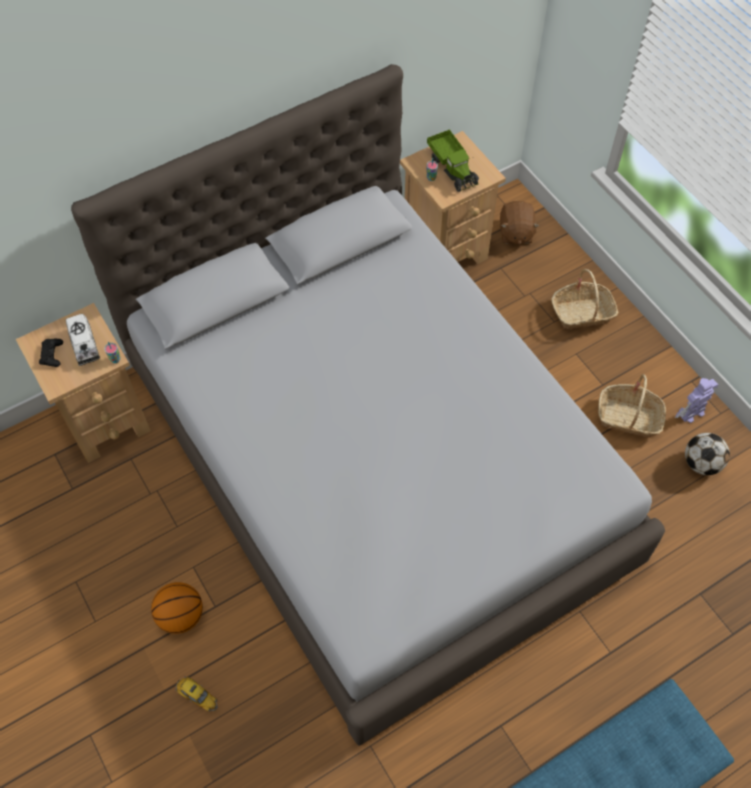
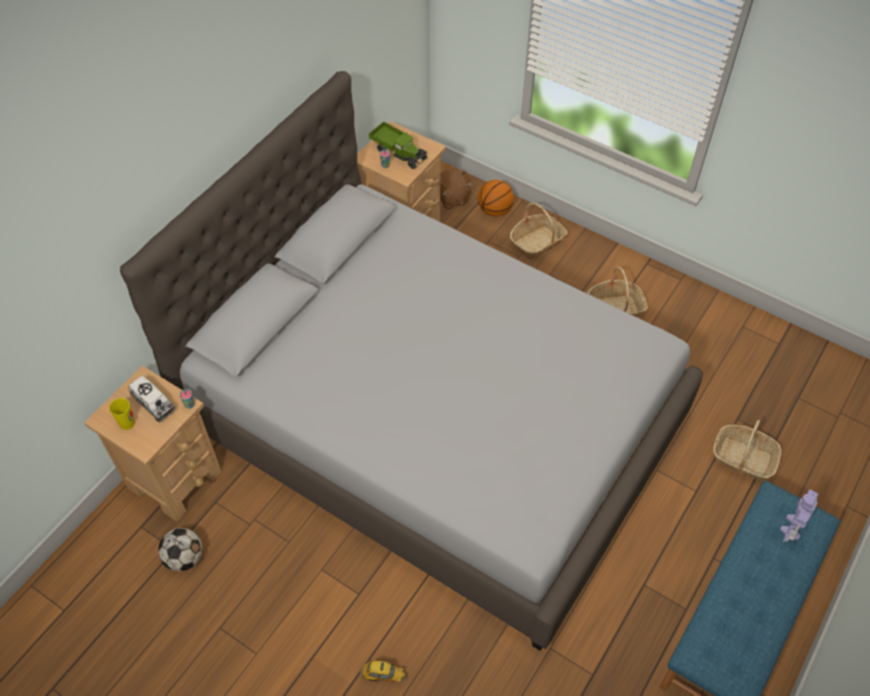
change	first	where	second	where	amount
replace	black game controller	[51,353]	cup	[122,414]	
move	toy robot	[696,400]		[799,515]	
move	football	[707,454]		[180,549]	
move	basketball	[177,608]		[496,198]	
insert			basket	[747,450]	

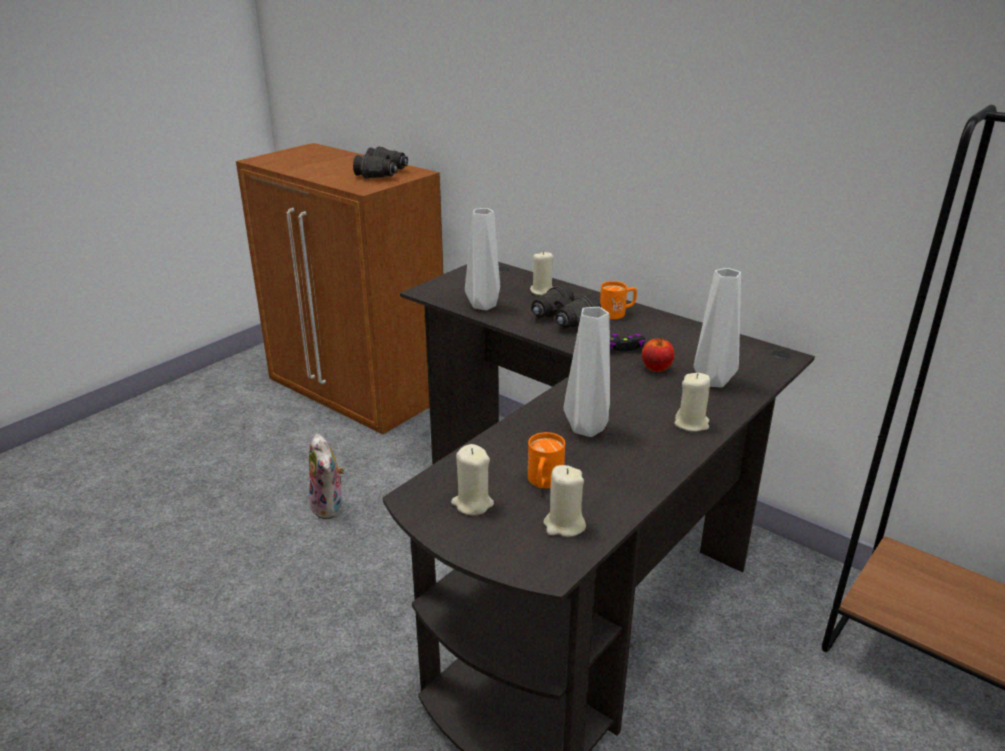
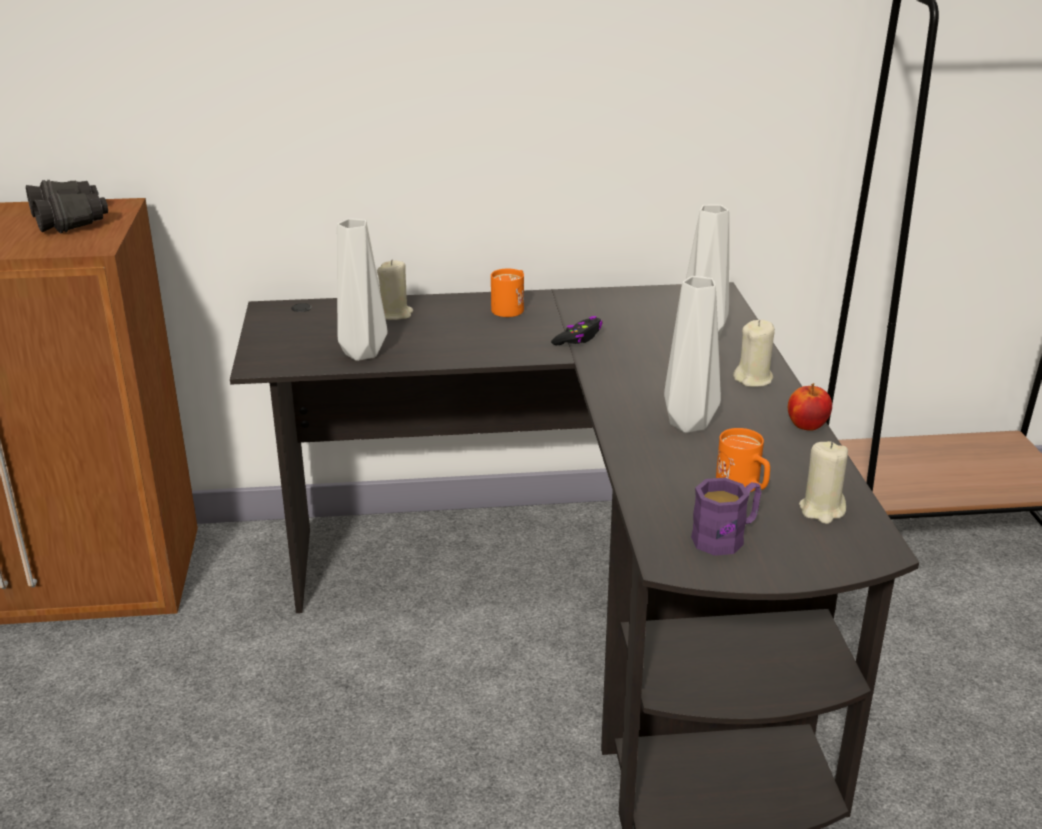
change	first	where	second	where	amount
delete	black binoculars	[566,306]			
move	apple	[658,354]		[810,407]	
delete	plush toy	[327,476]			
replace	beige candle	[472,479]	purple mug	[726,517]	

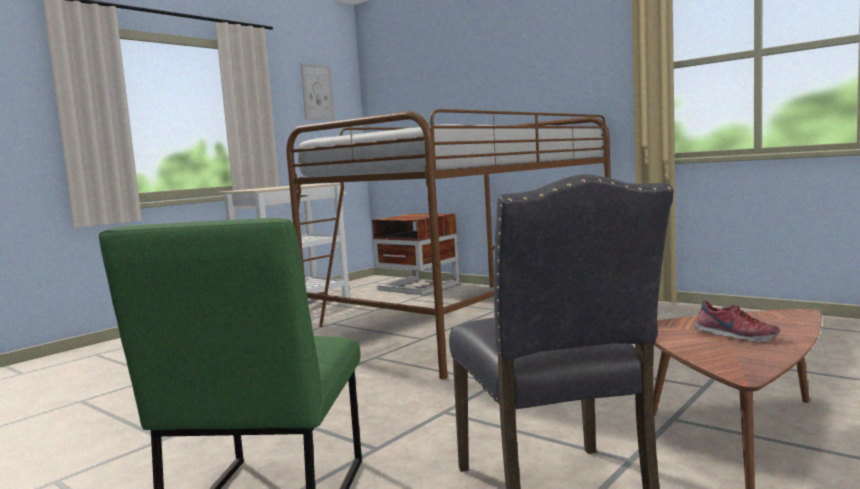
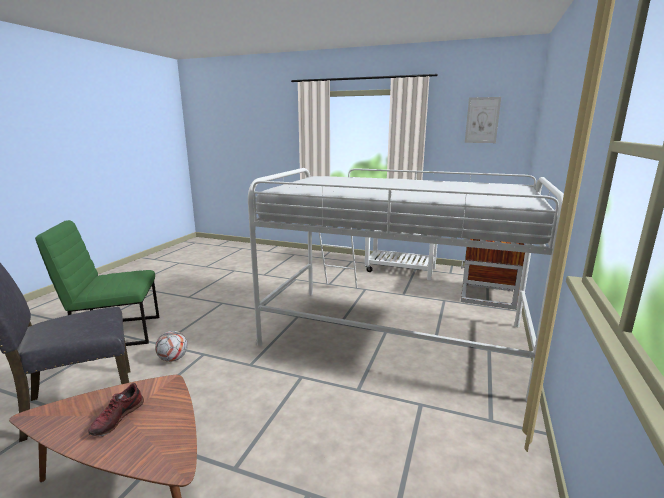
change	first	where	second	where	amount
recolor	brown bed	[448,244]	white bed	[406,284]	
insert			football	[171,346]	

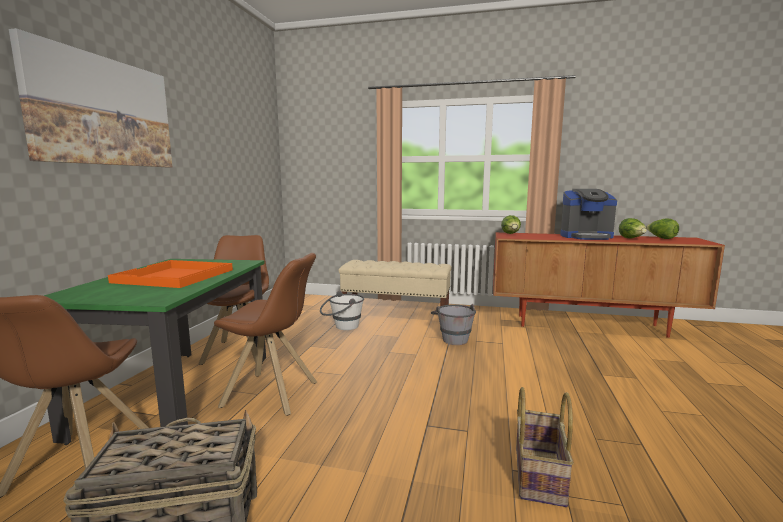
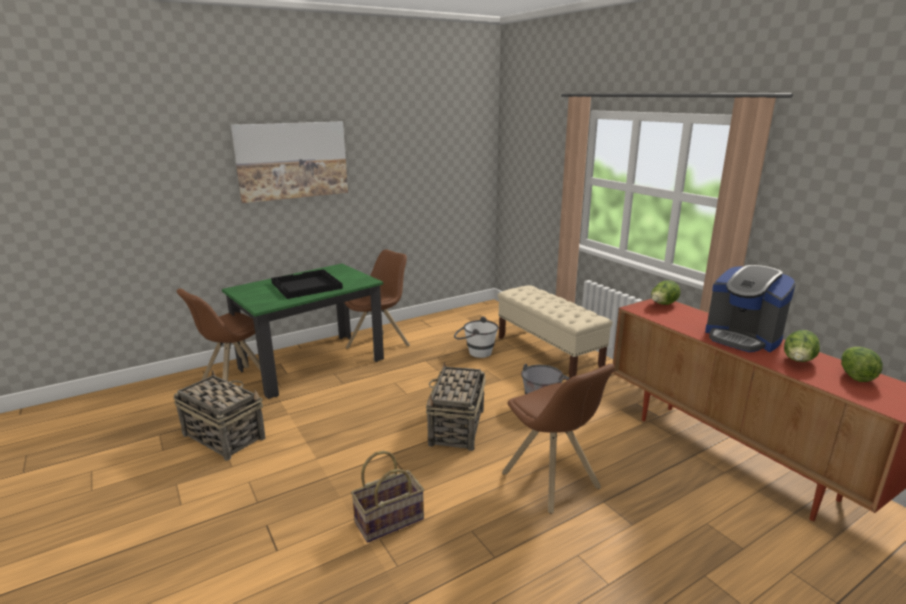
change	first	where	second	where	amount
move	brown chair	[265,334]		[558,438]	
recolor	orange tray	[170,274]	black tray	[307,284]	
insert			basket	[456,406]	

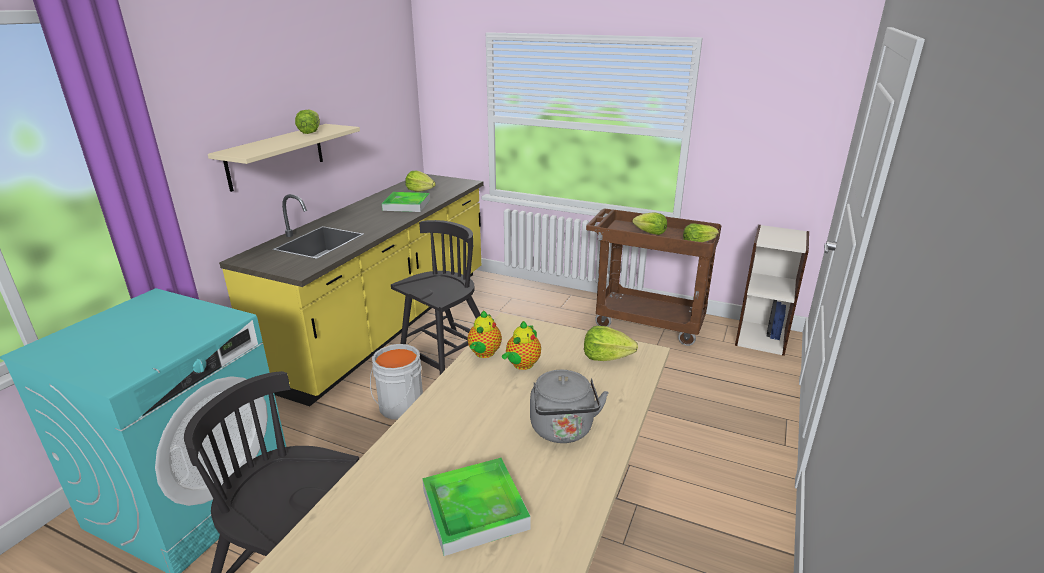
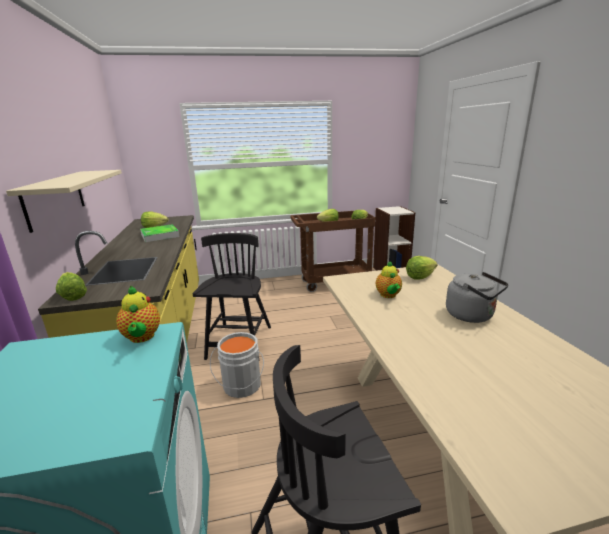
change	first	where	second	where	amount
move	lettuce	[307,121]		[71,286]	
move	teapot	[485,334]		[138,314]	
delete	tray	[476,507]			

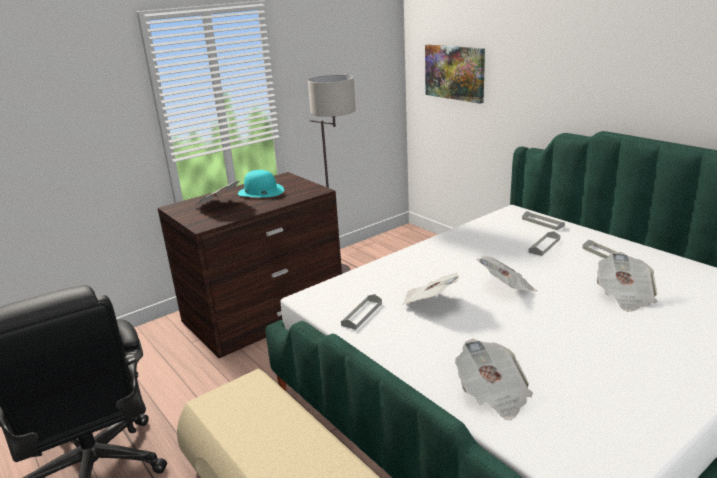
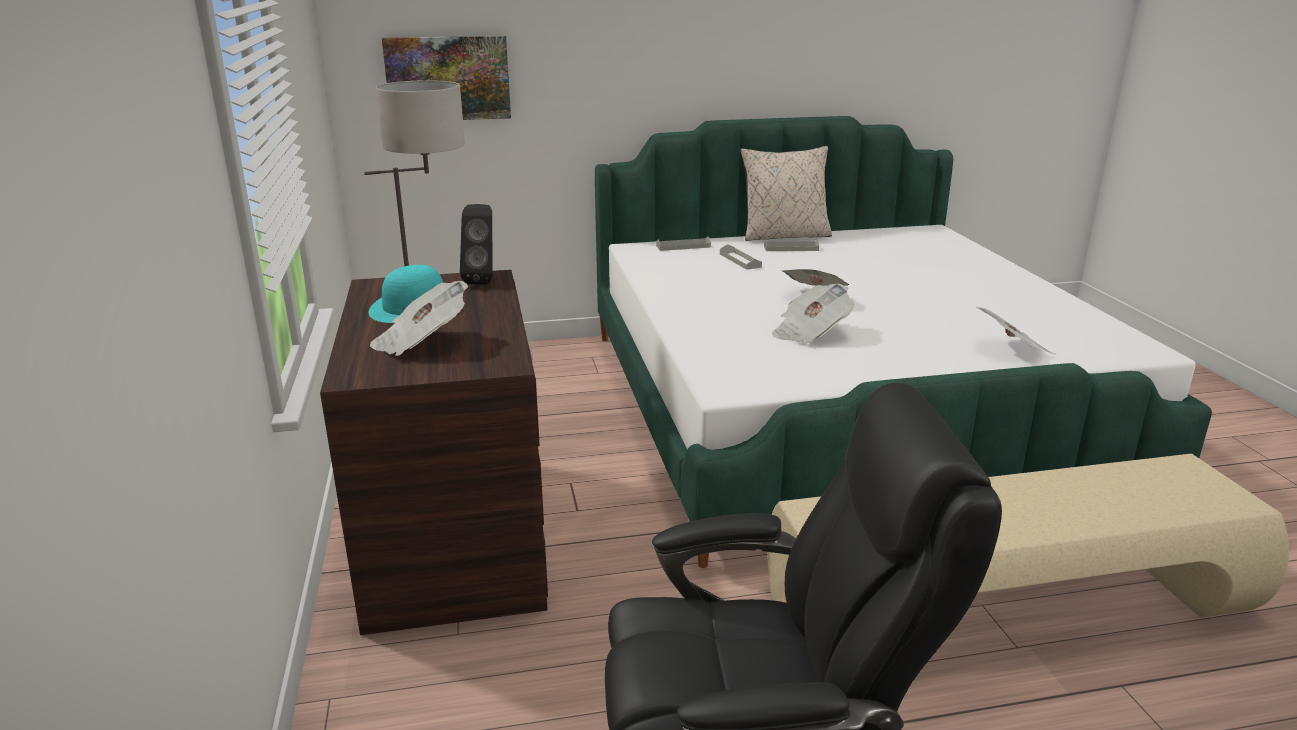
change	first	where	second	where	amount
delete	newspaper	[626,282]			
delete	grey tray	[361,312]			
insert			beige pillow	[786,193]	
insert			black speaker	[476,244]	

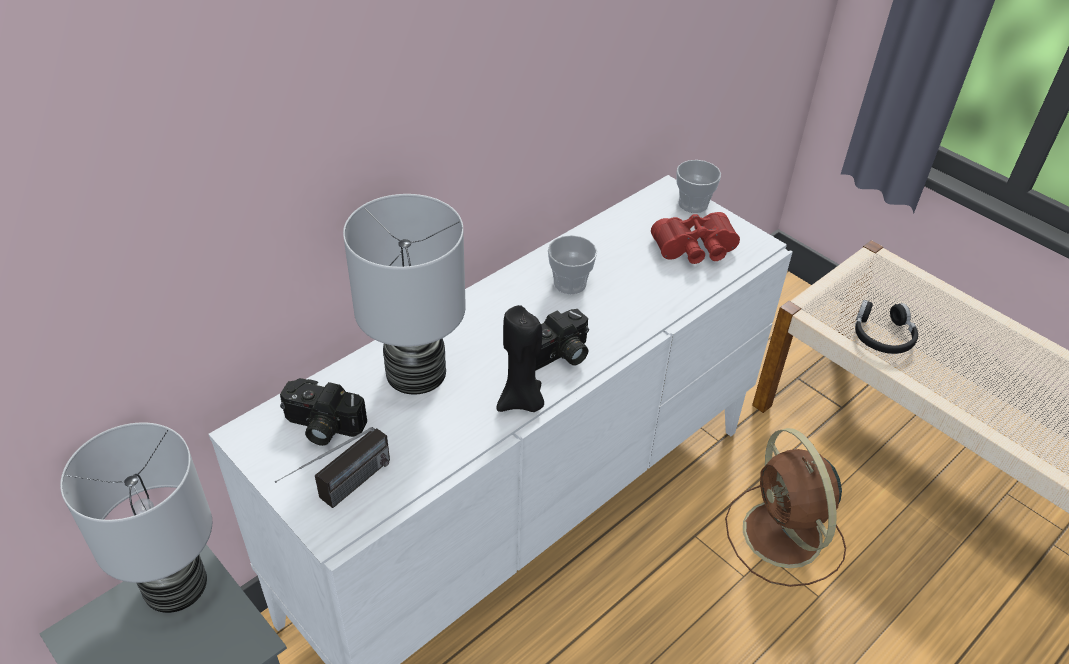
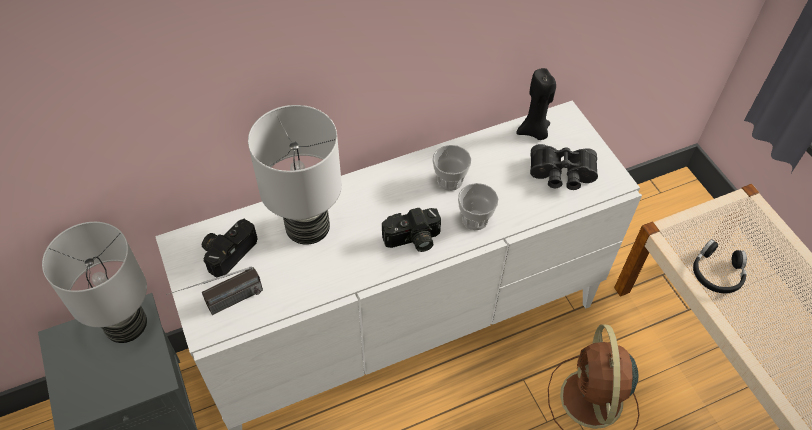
change	first	where	second	where	amount
move	cup	[699,186]		[478,206]	
recolor	red binoculars	[695,238]	black binoculars	[564,167]	
move	black candle	[520,358]		[536,104]	
rotate	photo camera	[323,412]		[229,248]	90 degrees clockwise

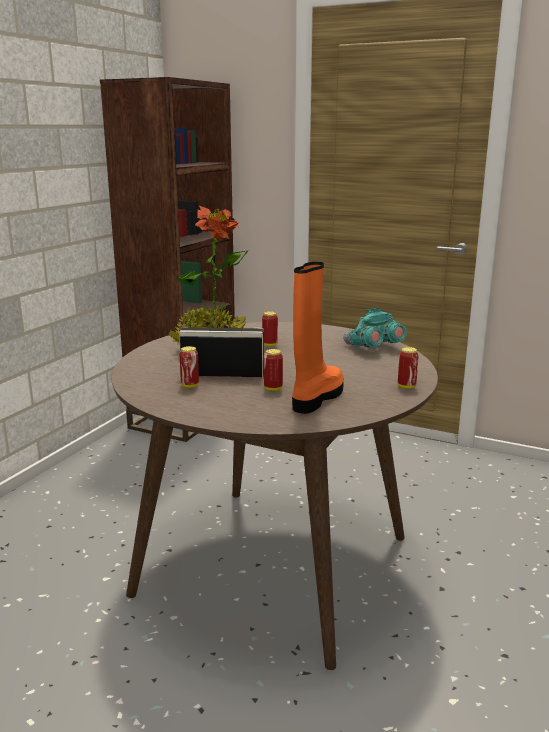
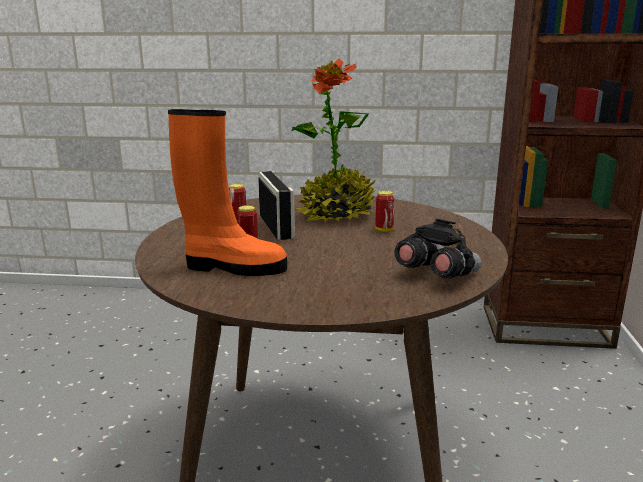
change	first	where	second	where	amount
recolor	turquoise binoculars	[375,327]	black binoculars	[438,248]	
delete	can	[408,368]			

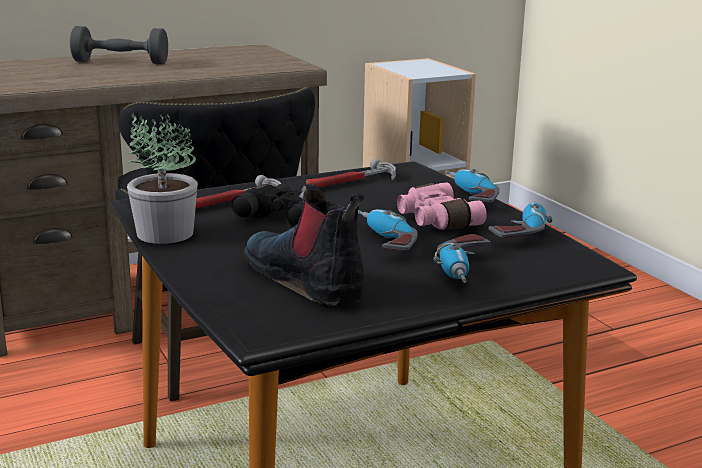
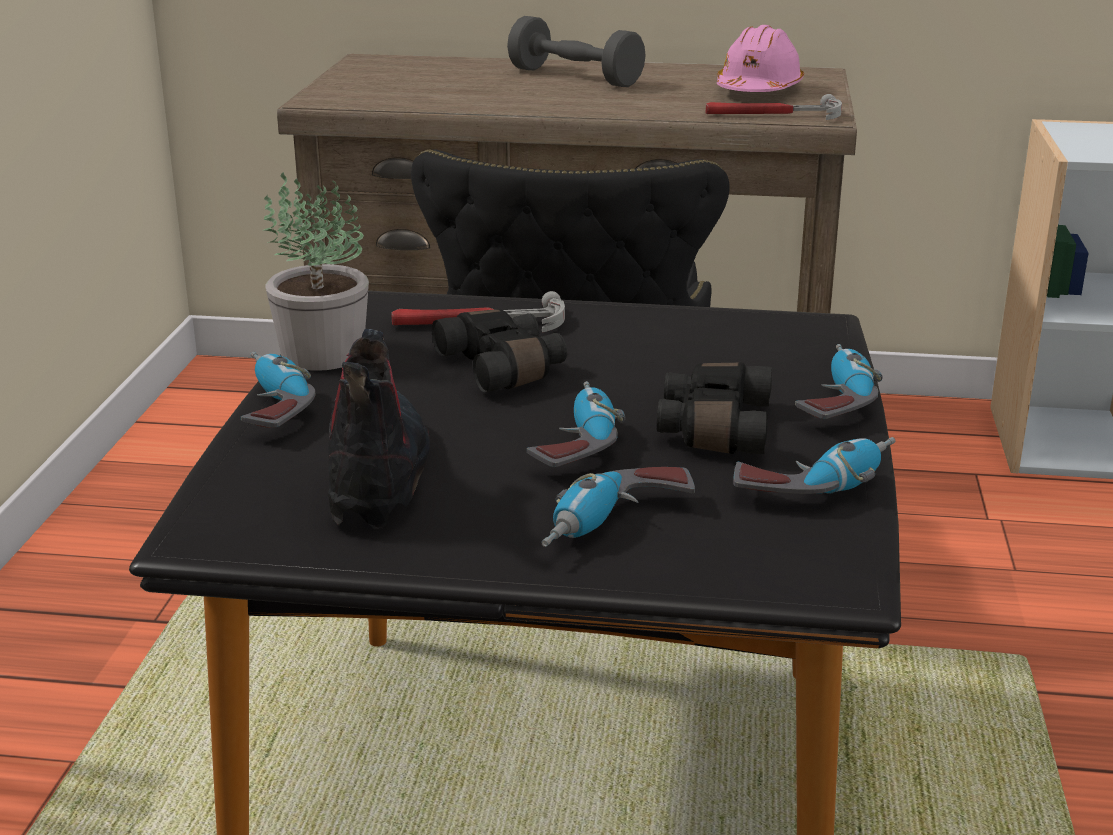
change	first	where	second	where	amount
move	hammer	[351,173]		[774,107]	
recolor	pink binoculars	[442,206]	black binoculars	[714,408]	
insert			pink hard hat	[760,58]	
insert			power drill	[278,390]	

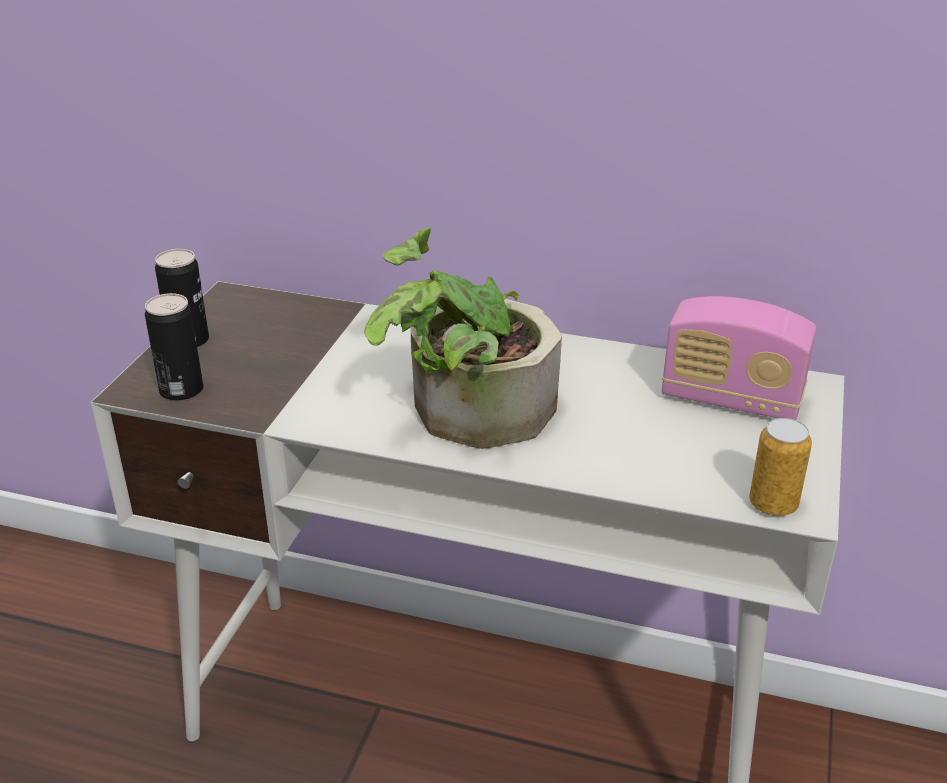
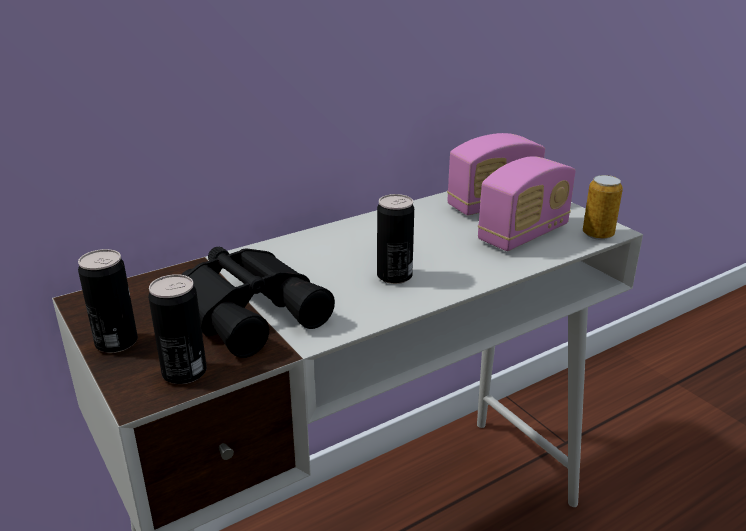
change	first	where	second	where	amount
replace	potted plant	[463,338]	can	[395,239]	
insert			radio	[527,203]	
insert			black binoculars	[258,302]	

